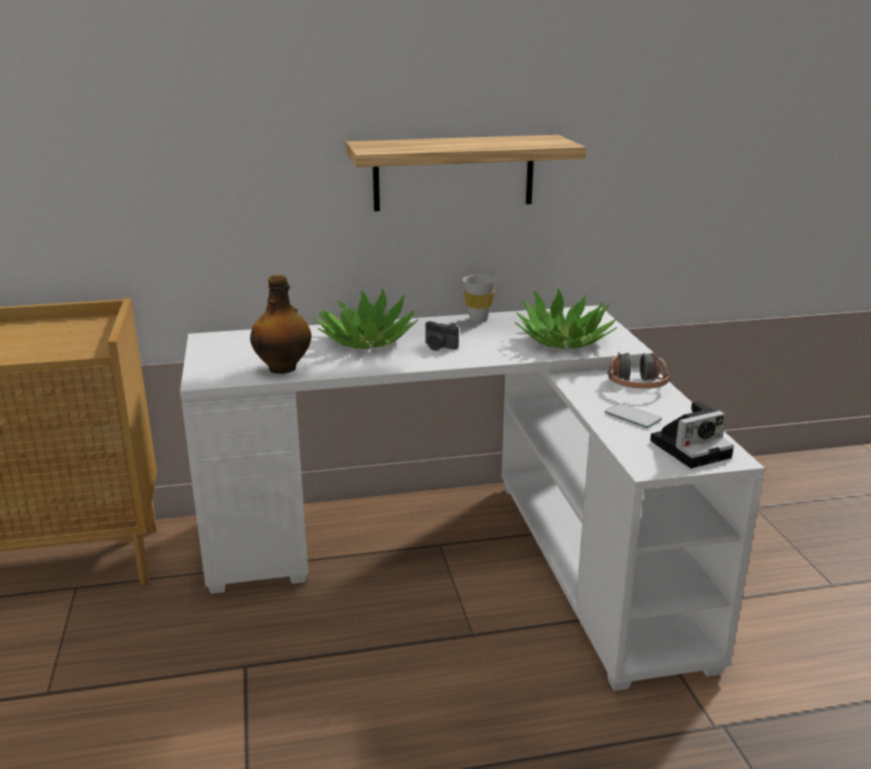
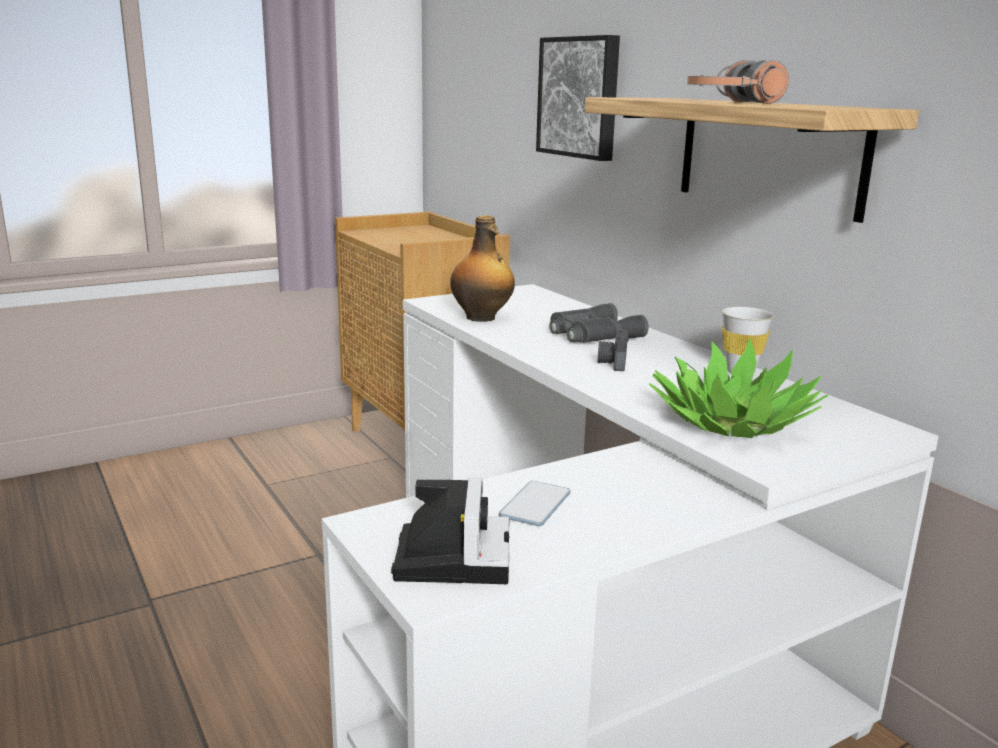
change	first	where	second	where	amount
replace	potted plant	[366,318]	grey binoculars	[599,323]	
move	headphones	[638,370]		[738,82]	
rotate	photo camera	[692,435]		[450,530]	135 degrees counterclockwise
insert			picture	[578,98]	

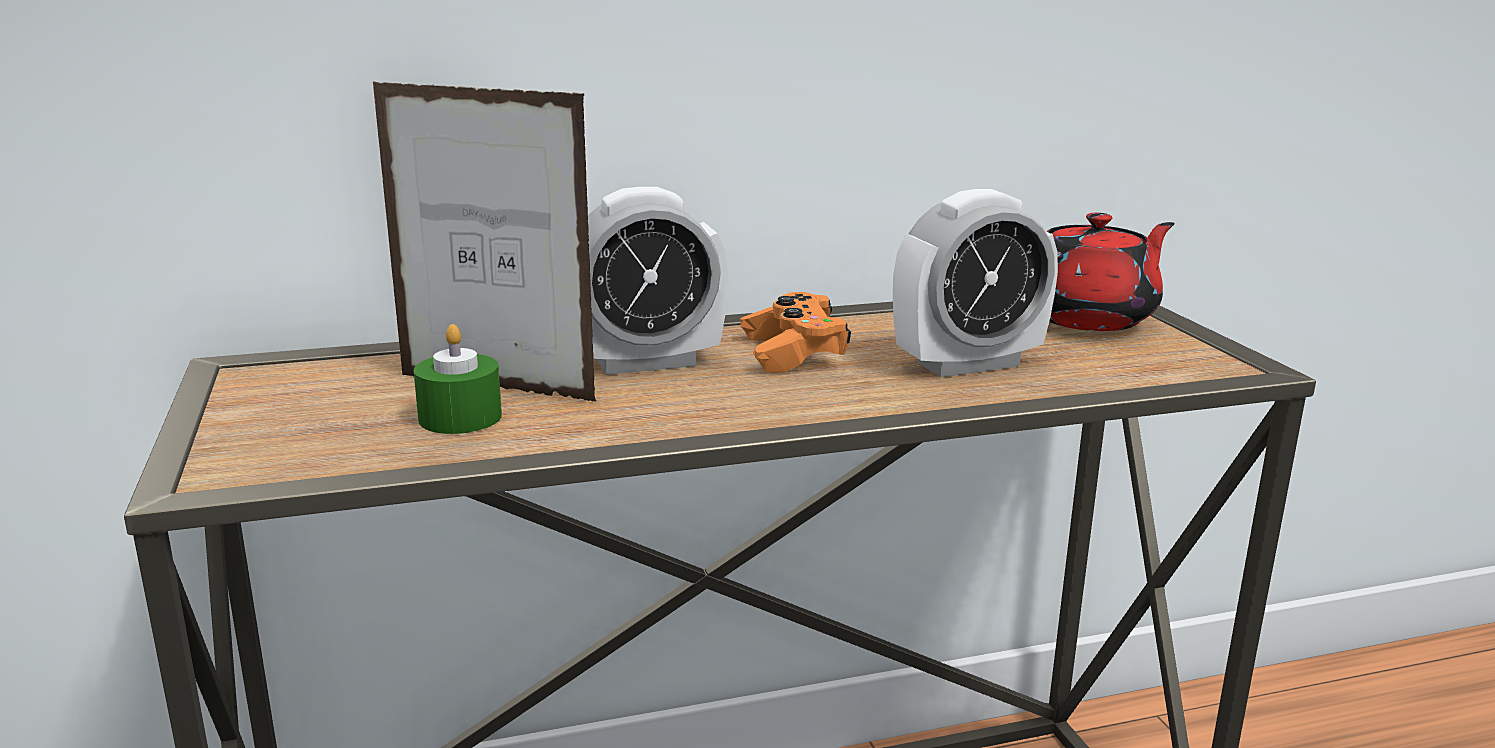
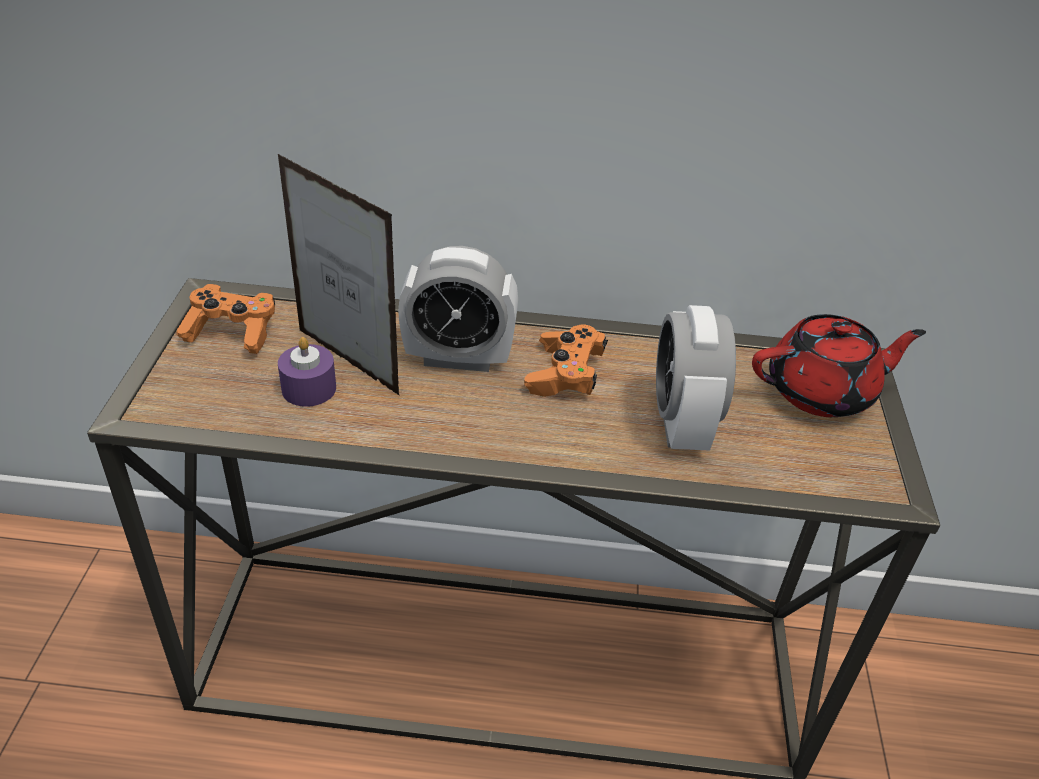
change	first	where	second	where	amount
rotate	alarm clock	[975,283]		[696,378]	90 degrees clockwise
recolor	green candle	[457,379]	purple candle	[307,372]	
insert			orange game controller	[225,319]	

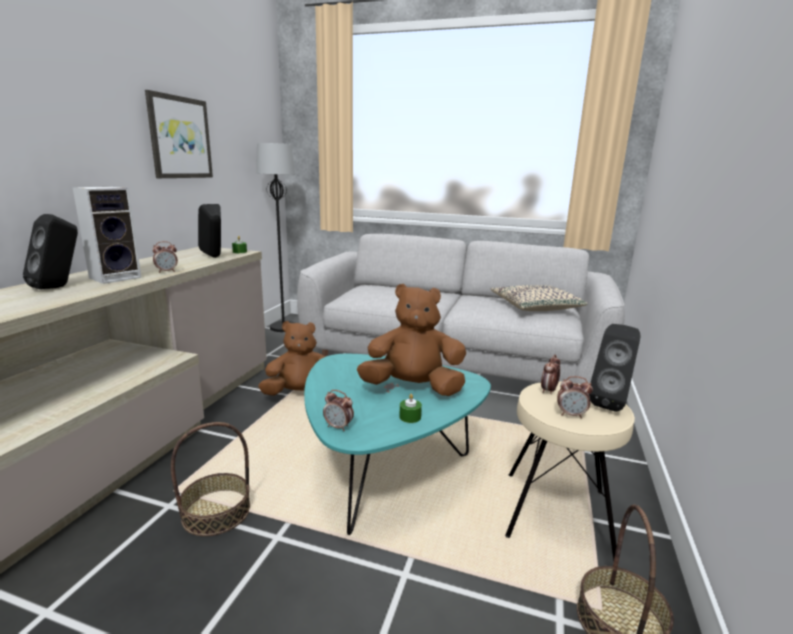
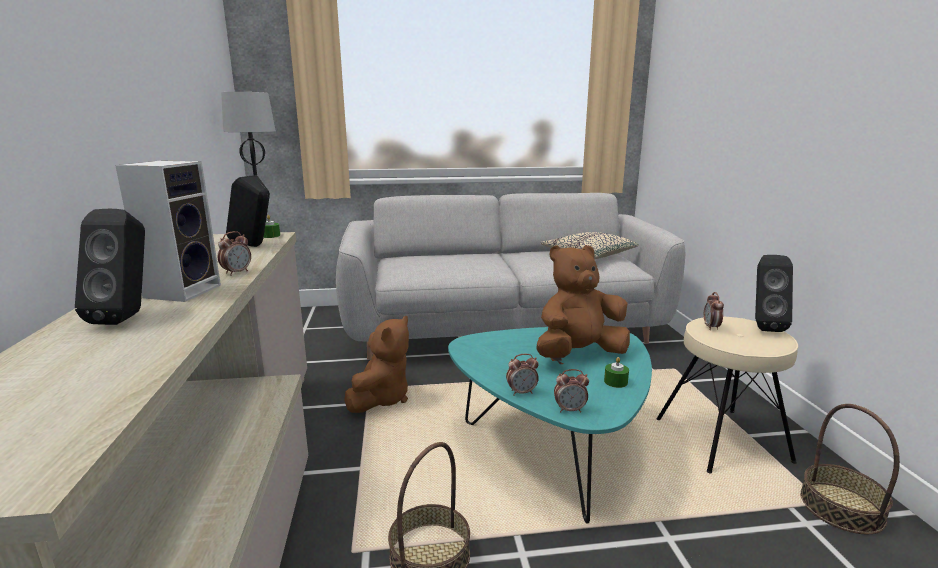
change	first	where	second	where	amount
delete	picture	[179,134]			
rotate	brown plush toy	[292,358]		[376,364]	150 degrees clockwise
move	alarm clock	[575,397]		[522,375]	

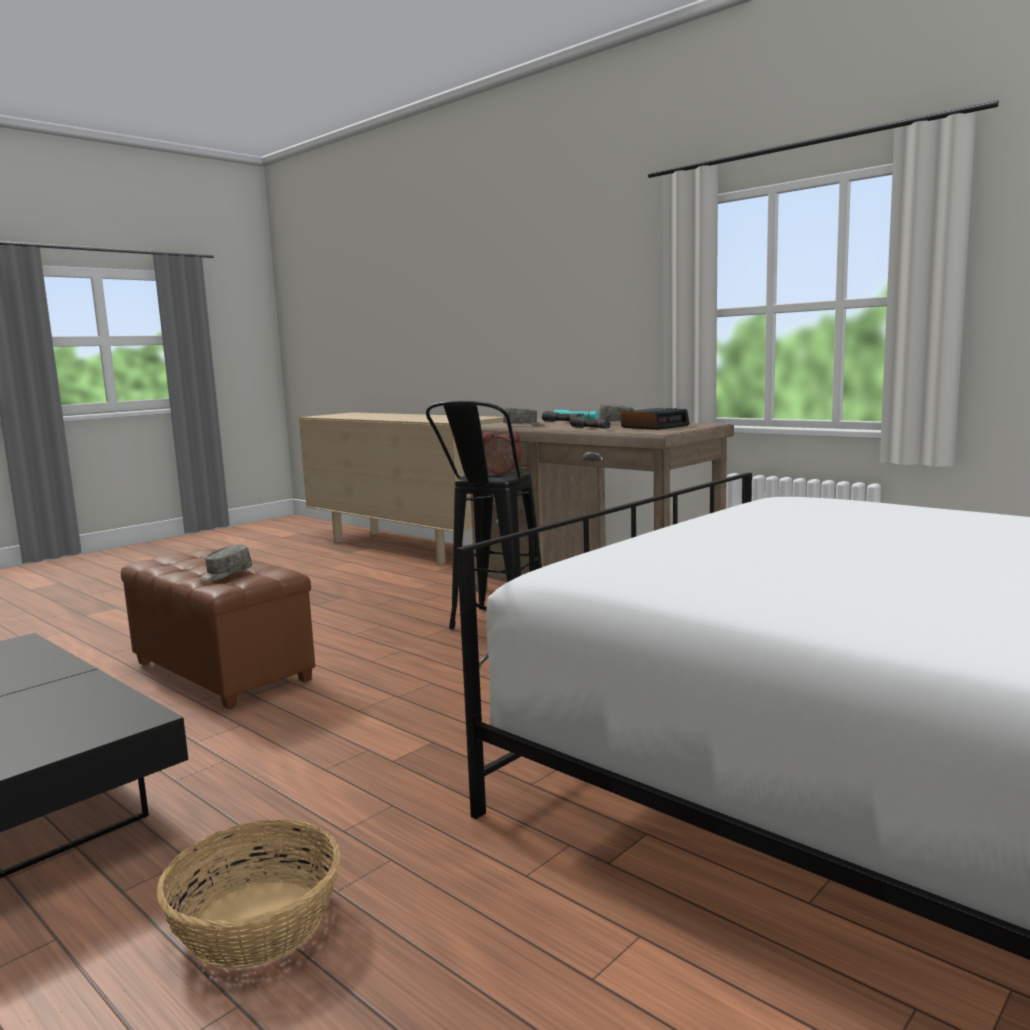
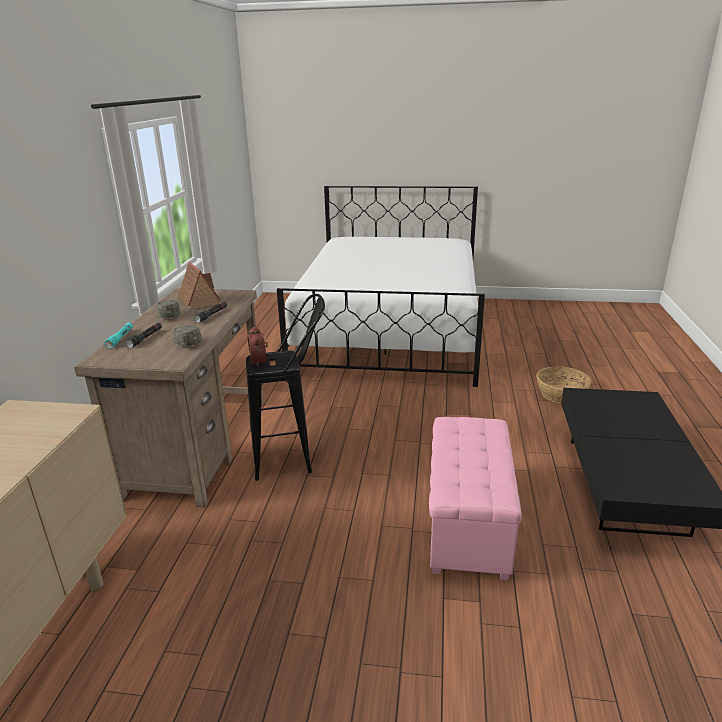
change	first	where	second	where	amount
replace	alarm clock	[655,419]	toy house	[199,286]	
delete	grey cap	[225,563]			
recolor	brown ottoman	[218,628]	pink ottoman	[475,498]	

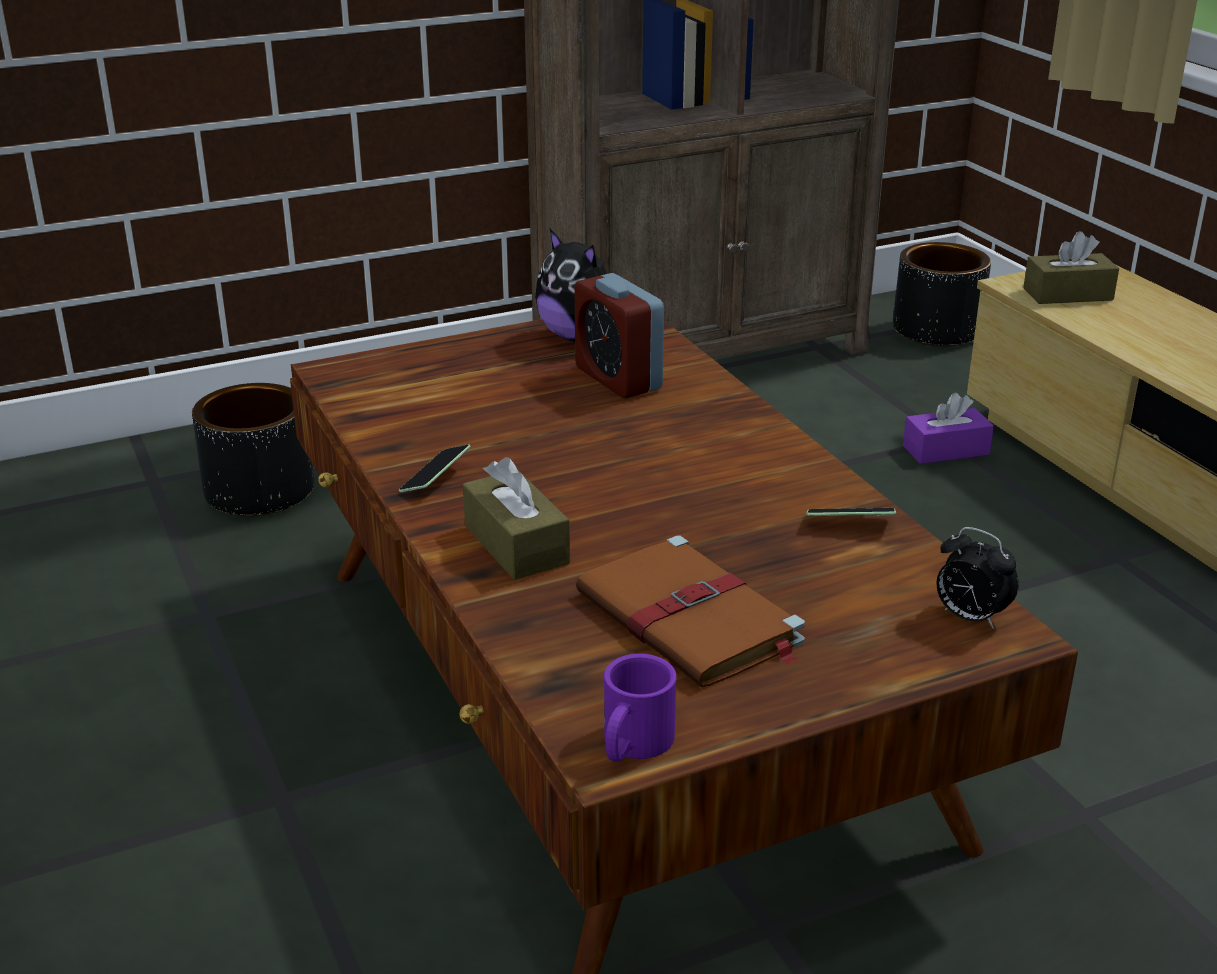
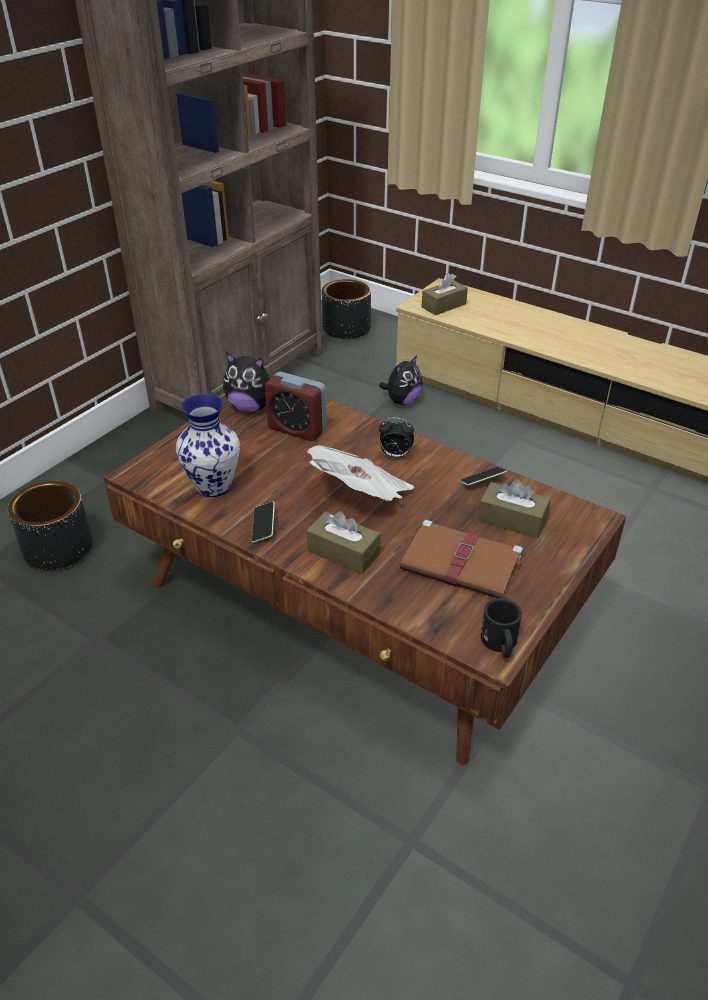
change	first	where	second	where	amount
replace	purple tissue box	[948,428]	plush toy	[401,380]	
move	alarm clock	[977,578]		[396,438]	
recolor	purple mug	[640,708]	black mug	[501,628]	
insert			vase	[208,445]	
insert			newspaper	[361,473]	
insert			brown tissue box	[514,508]	

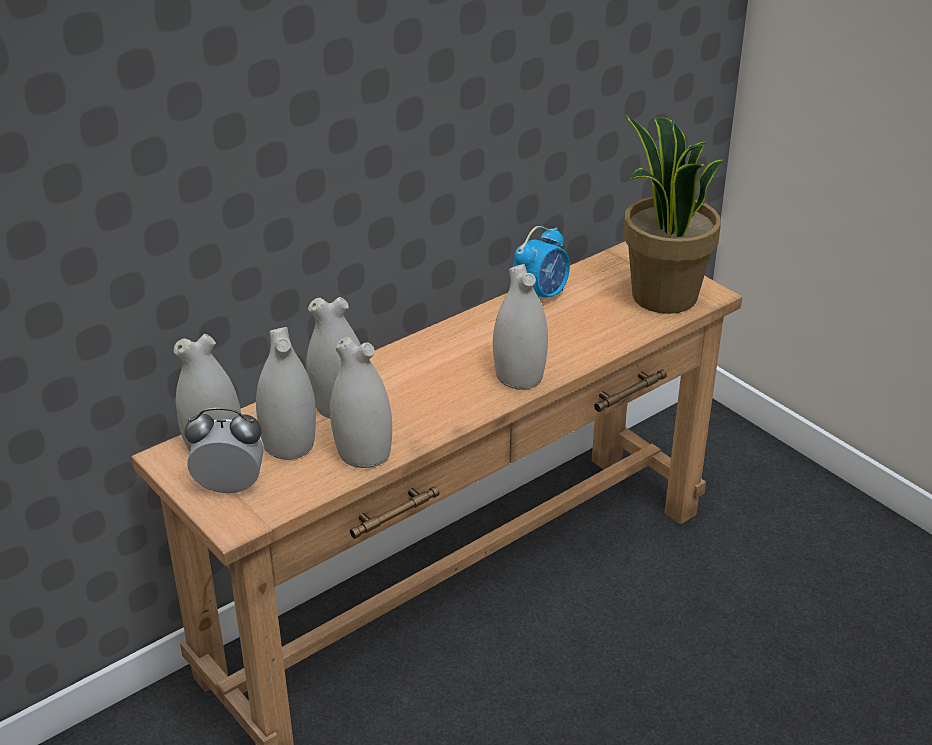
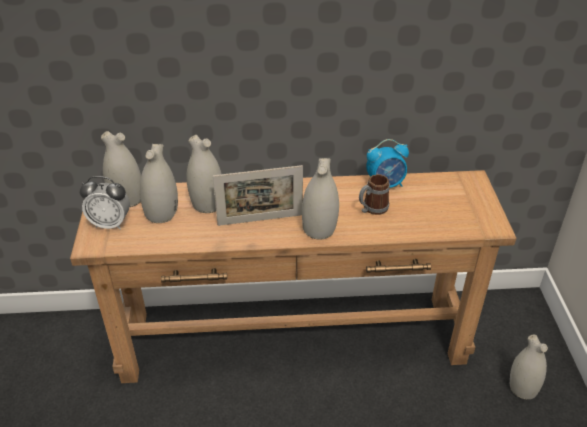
change	first	where	second	where	amount
delete	potted plant	[674,214]			
move	white vase	[361,402]		[529,367]	
rotate	alarm clock	[224,451]		[105,203]	150 degrees clockwise
insert			picture frame	[258,195]	
insert			mug	[374,194]	

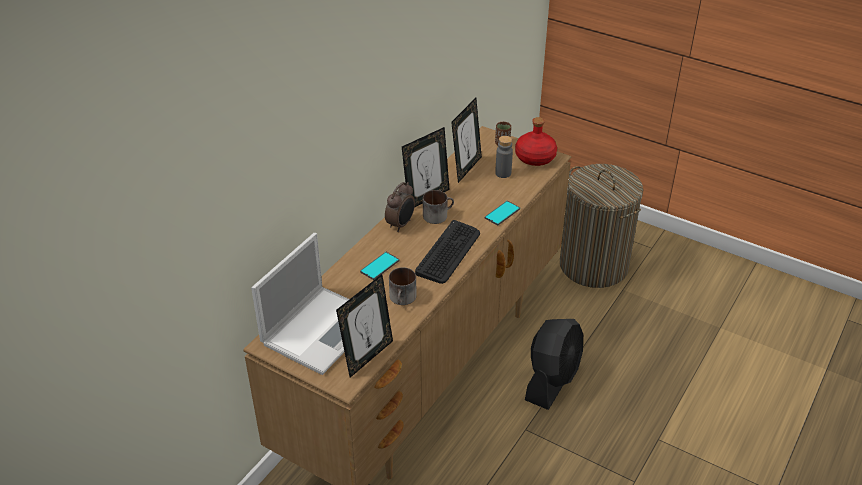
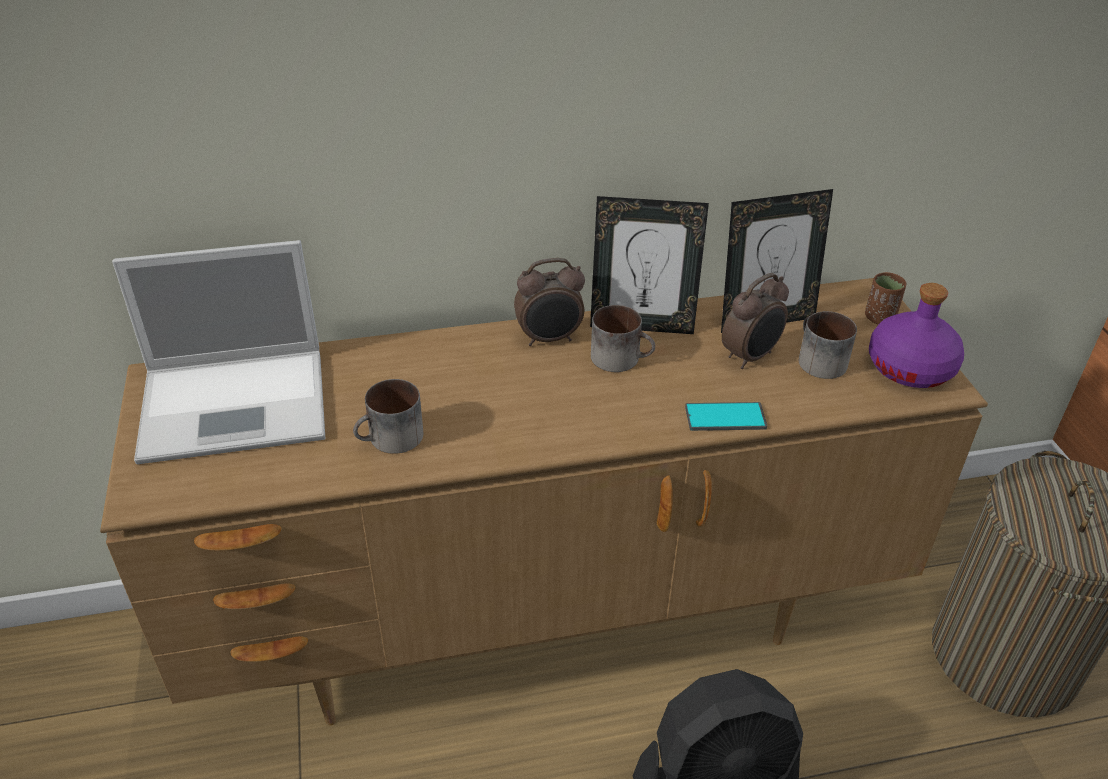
change	first	where	second	where	amount
recolor	red bottle	[536,141]	purple bottle	[916,335]	
replace	grey bottle	[504,157]	mug	[828,345]	
delete	keyboard	[447,252]			
delete	phone	[379,266]			
delete	picture frame	[364,325]			
insert			alarm clock	[755,321]	

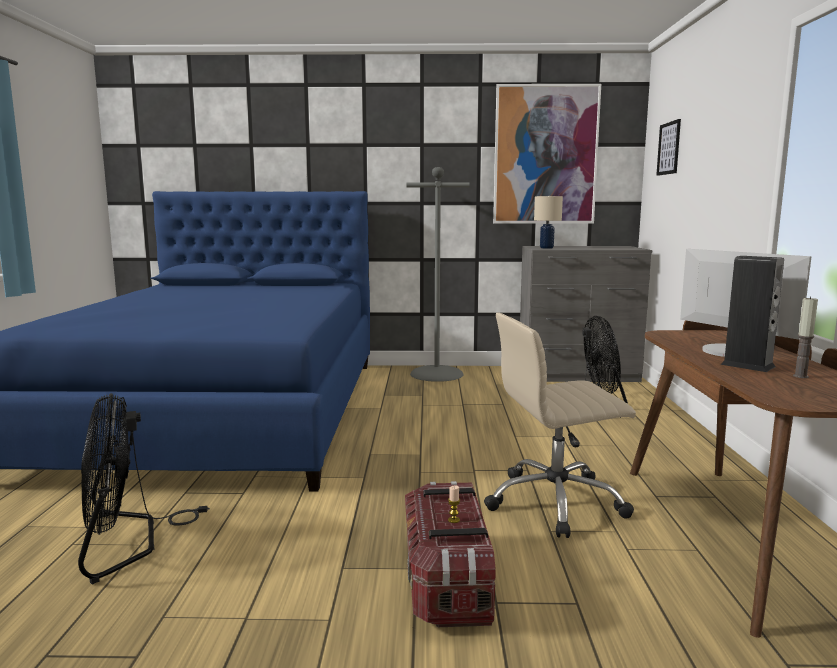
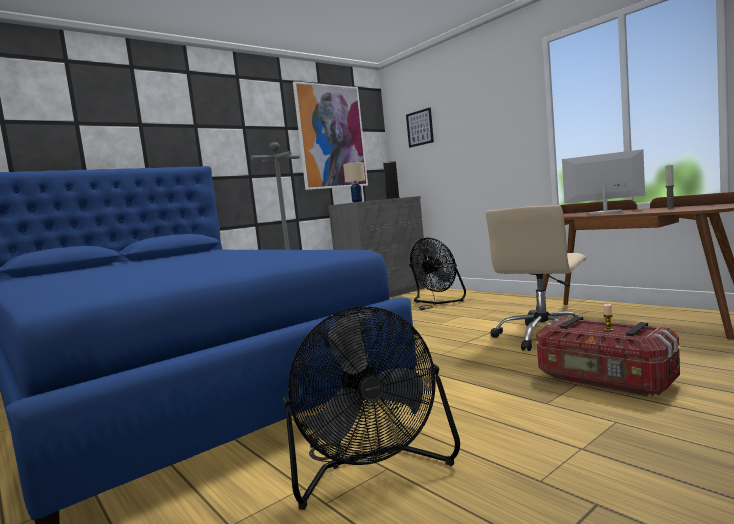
change	first	where	second	where	amount
move	speaker	[752,314]		[391,180]	
rotate	black fan	[144,489]		[371,408]	45 degrees counterclockwise

